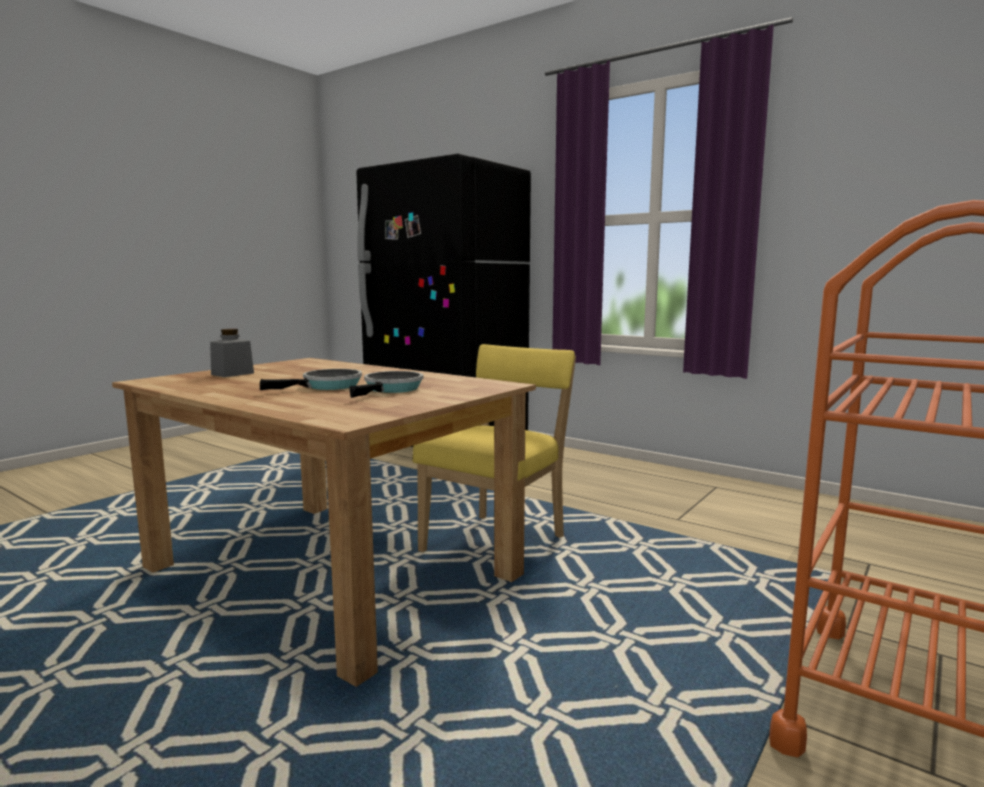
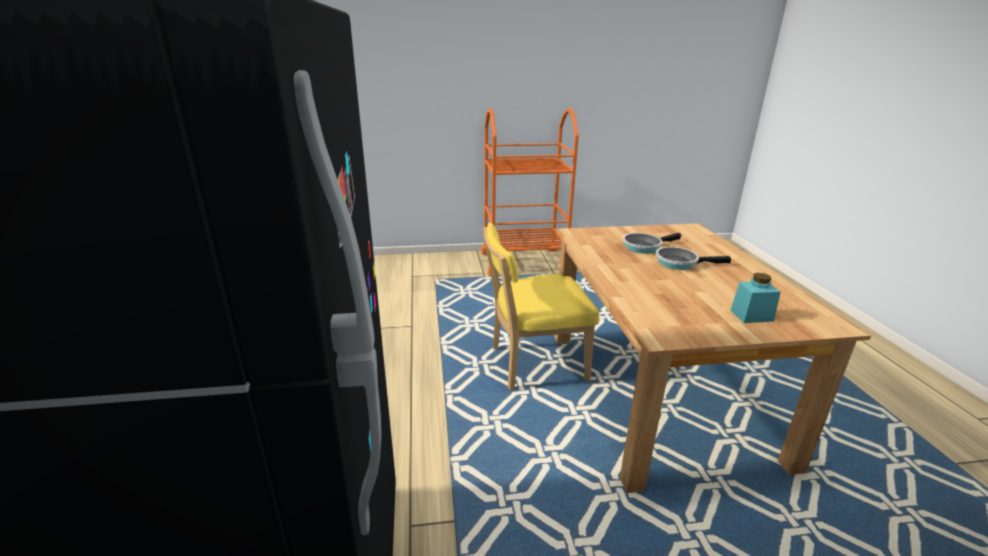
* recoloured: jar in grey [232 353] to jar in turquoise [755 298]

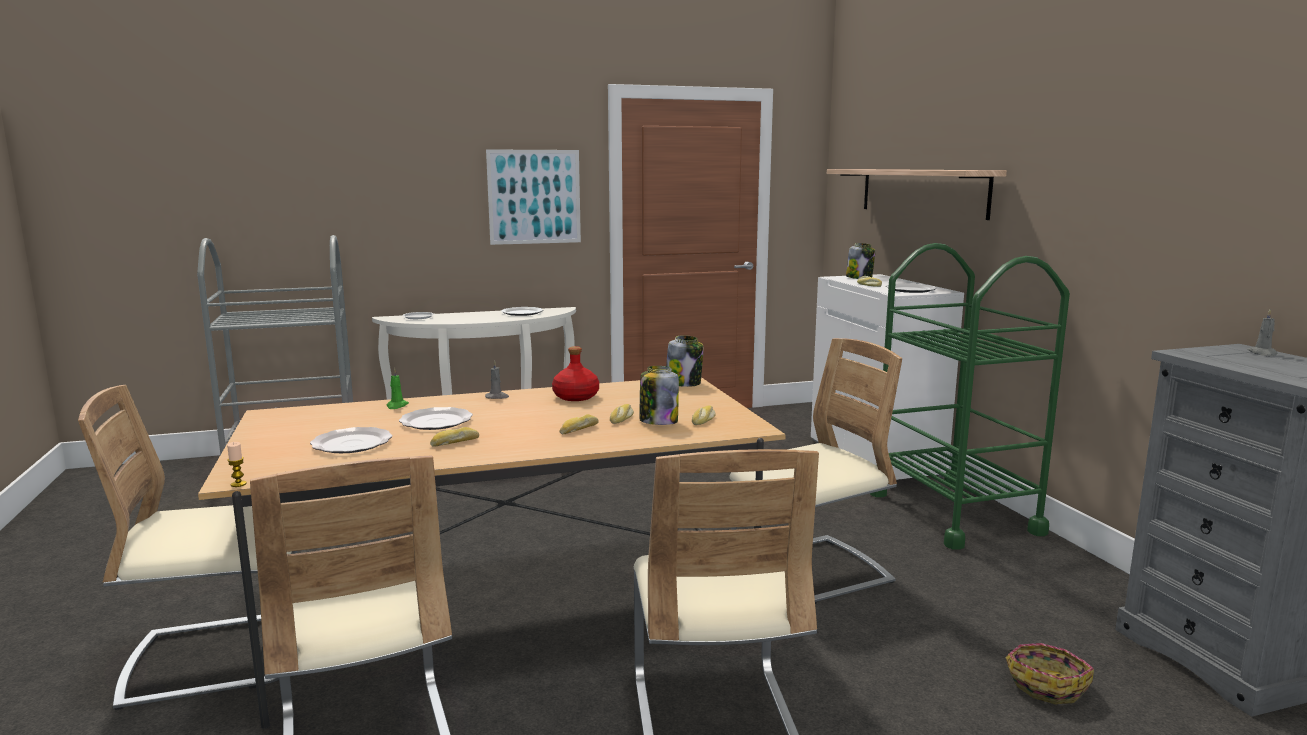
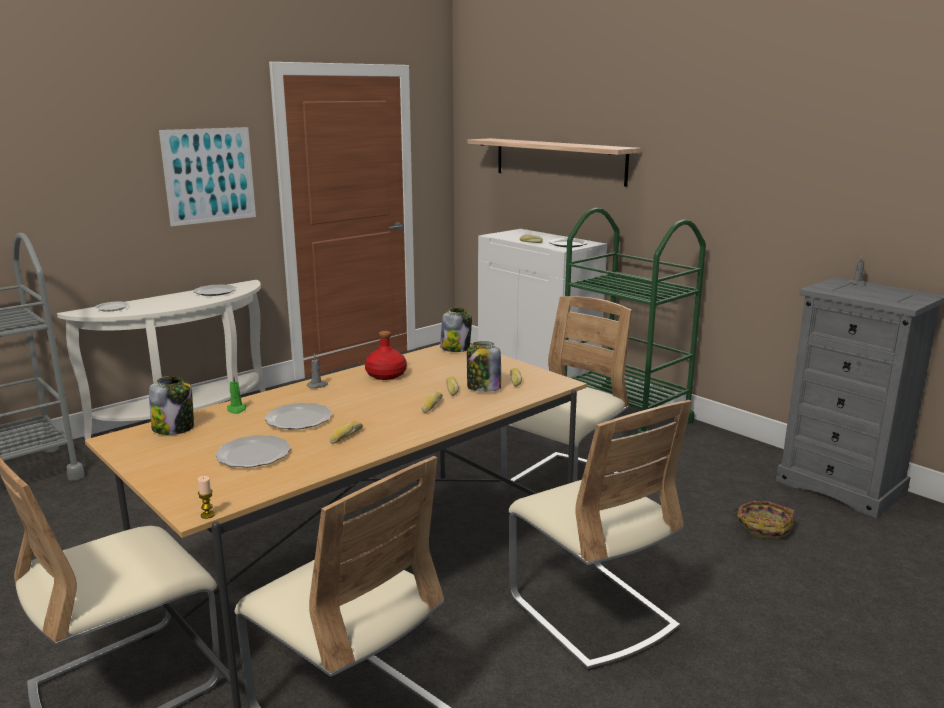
* moved: jar [860 261] to [171 405]

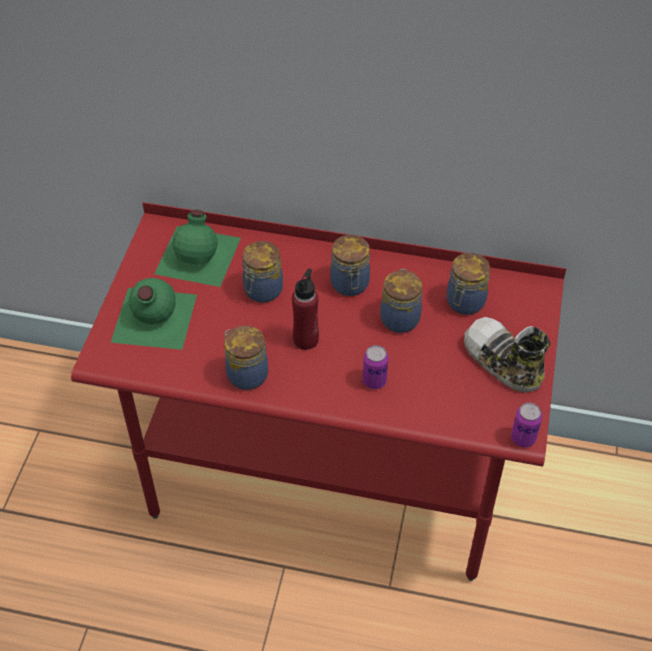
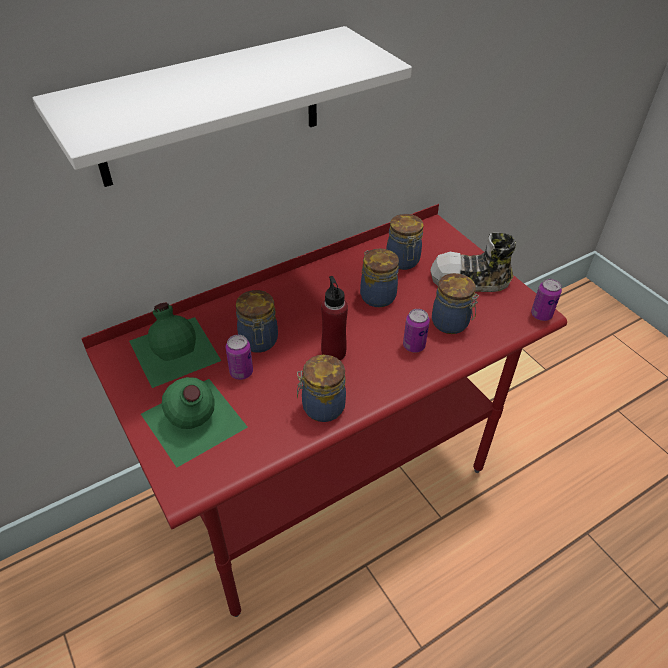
* added: shelf in white [222 106]
* added: can [239 357]
* moved: jar [350 265] to [455 303]

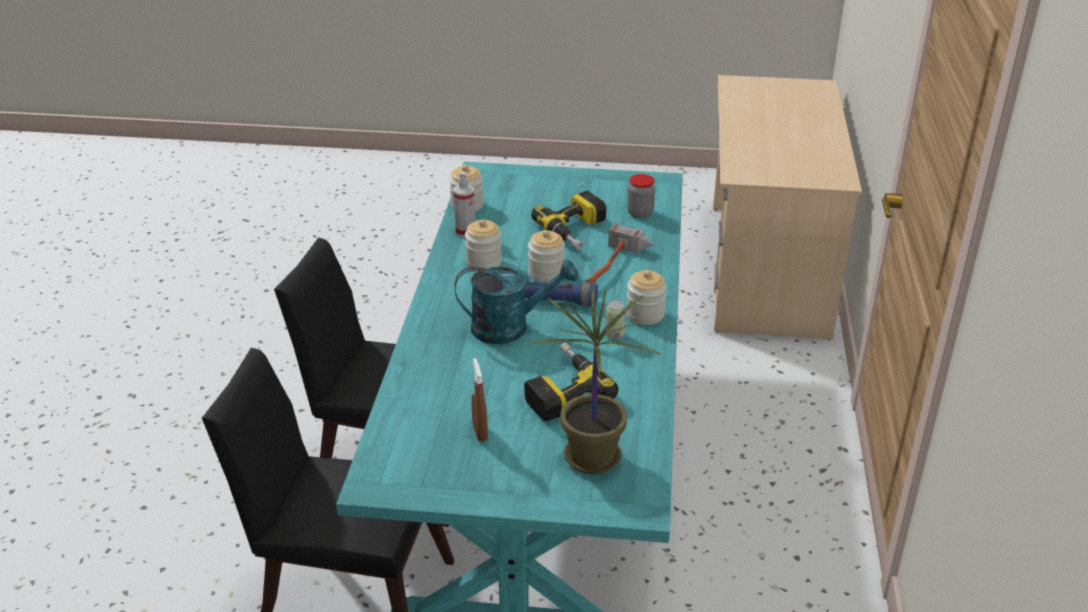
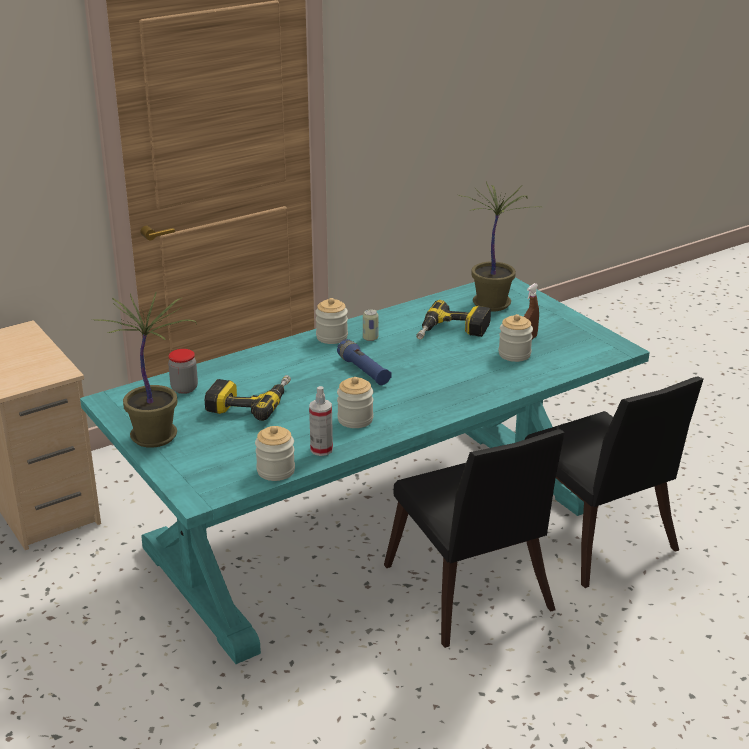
* removed: watering can in turquoise [516 301]
* removed: hammer [619 253]
* added: potted plant [144 370]
* moved: jar [546 256] to [515 338]

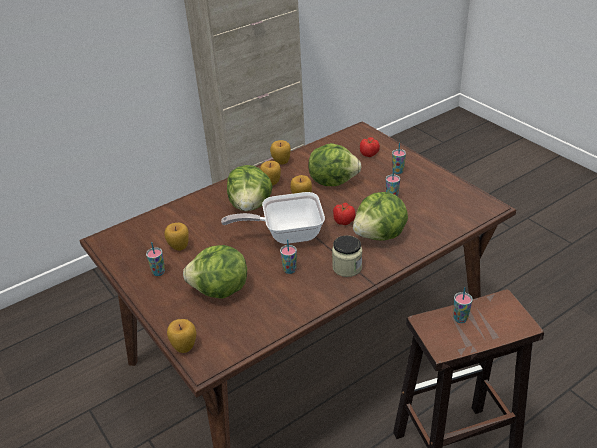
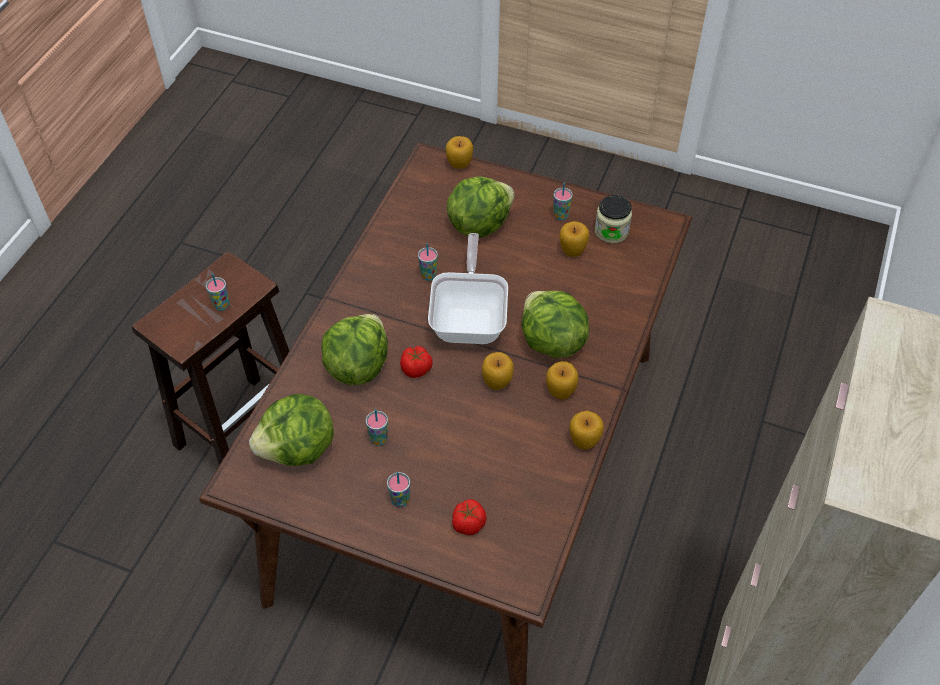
* moved: lettuce [335 164] to [291 430]
* moved: jar [347 256] to [613 219]
* turned: frying pan [273 218] = [468 288] 45 degrees counterclockwise

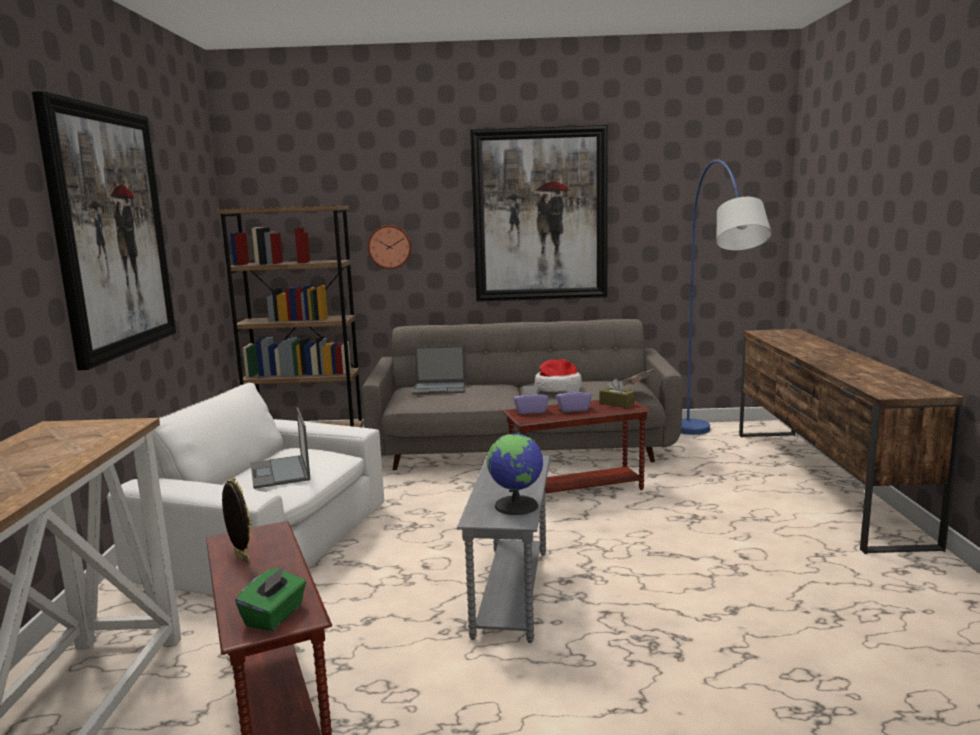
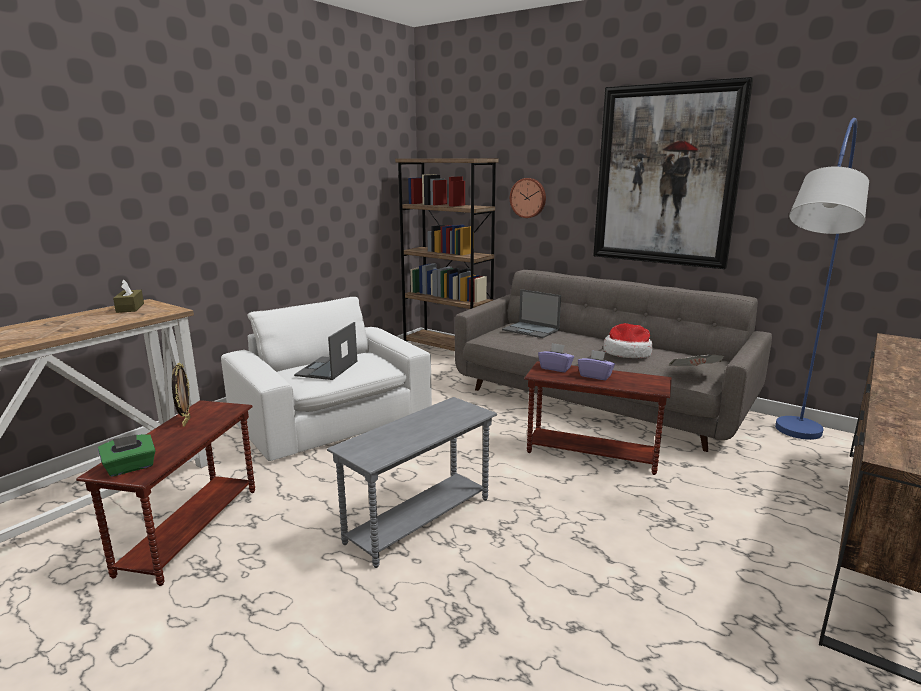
* removed: picture [104 230]
* removed: globe [515 473]
* moved: tissue box in brown [617 393] to [128 296]

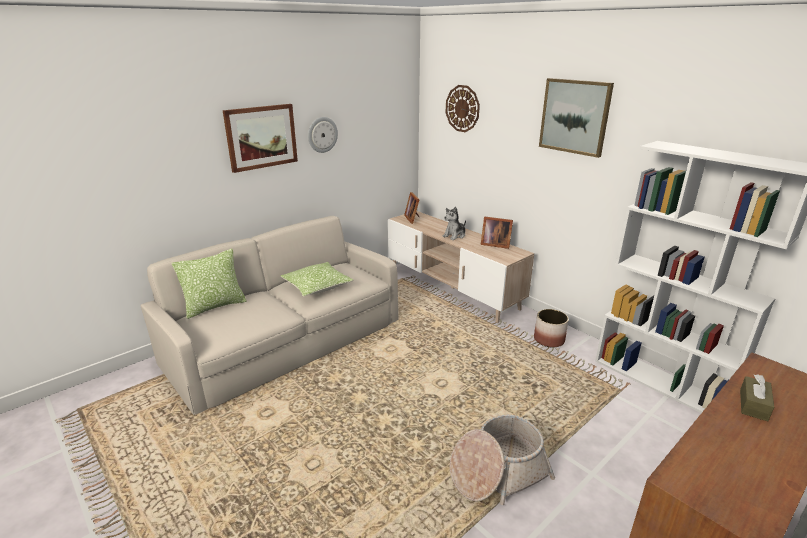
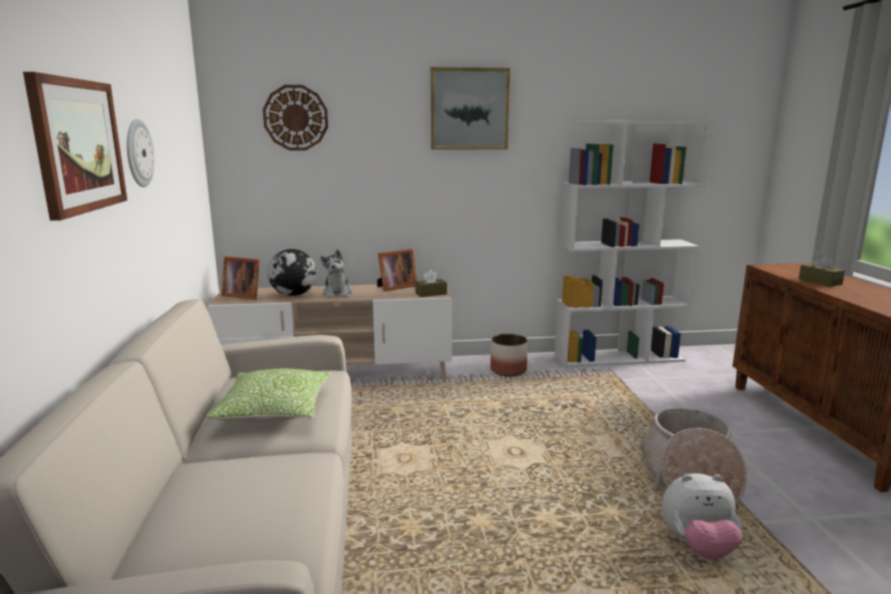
* removed: pillow [209 284]
* added: globe [292 272]
* added: tissue box in brown [431 283]
* added: plush toy [701 516]

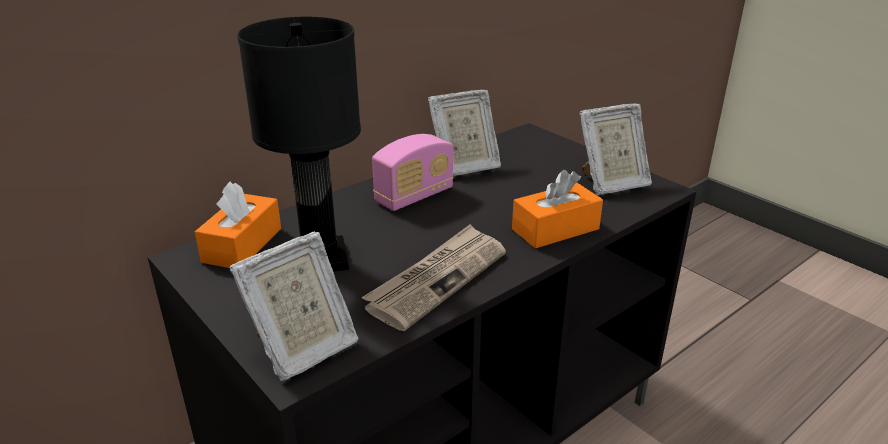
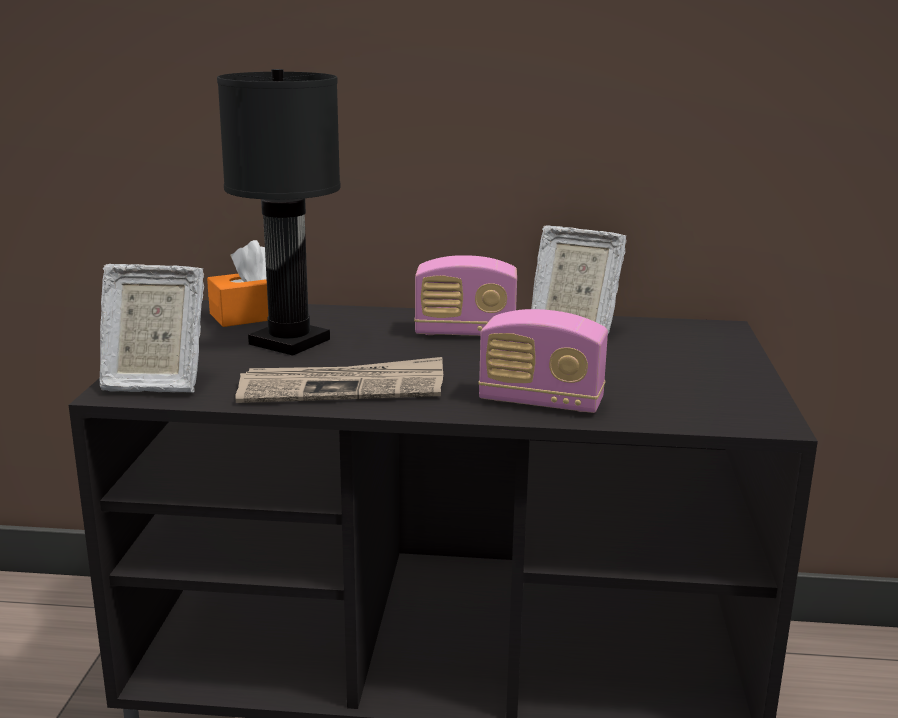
* removed: picture frame [615 149]
* replaced: tissue box in orange [557 209] to radio [543 361]

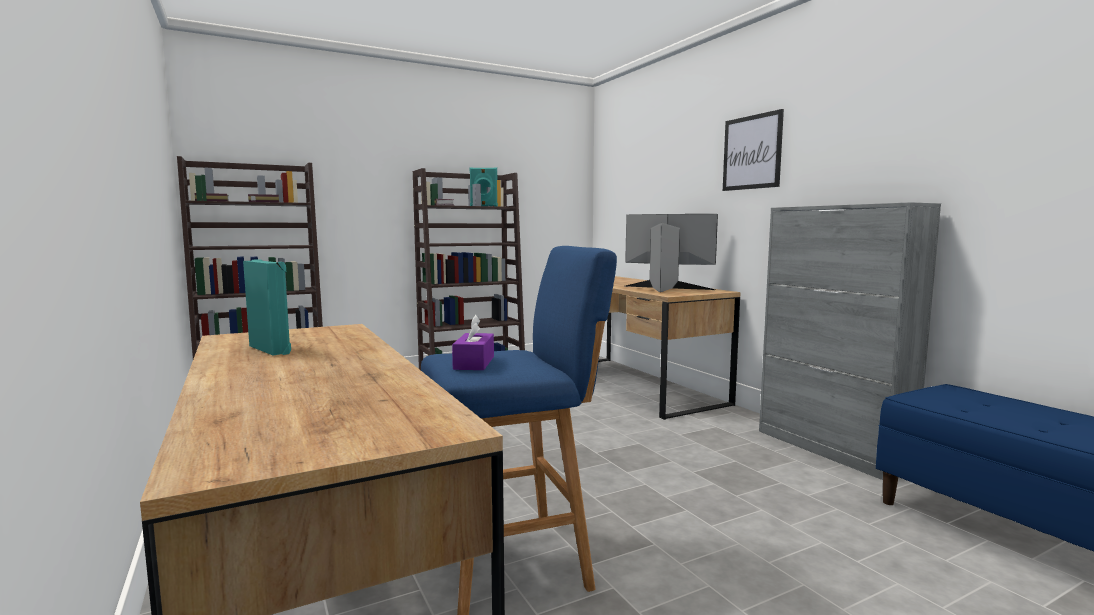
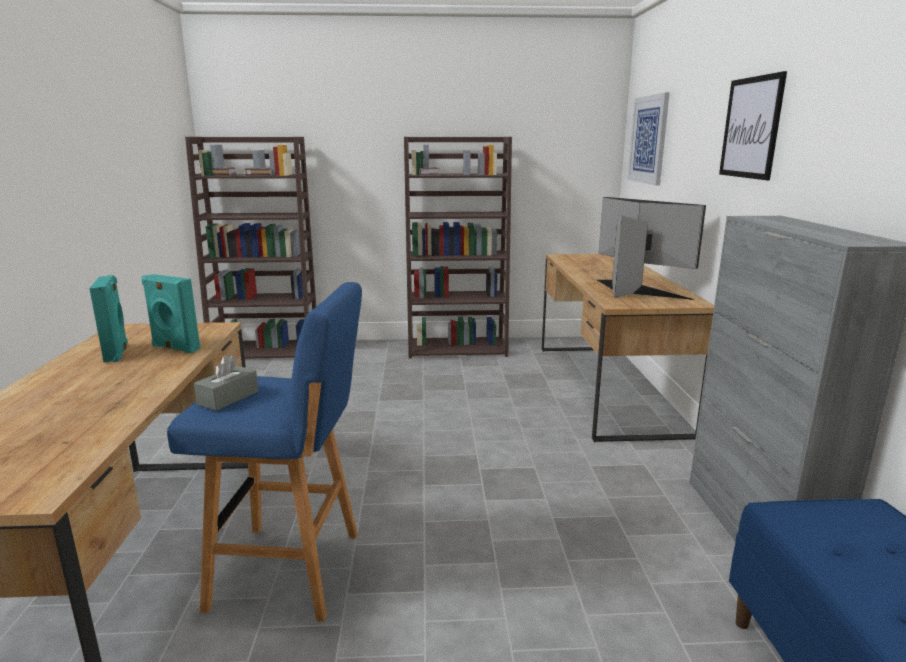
* added: picture [648 139]
* moved: speaker in turquoise [483 186] to [171 313]
* recoloured: tissue box in purple [473 342] to tissue box in grey [226 383]

